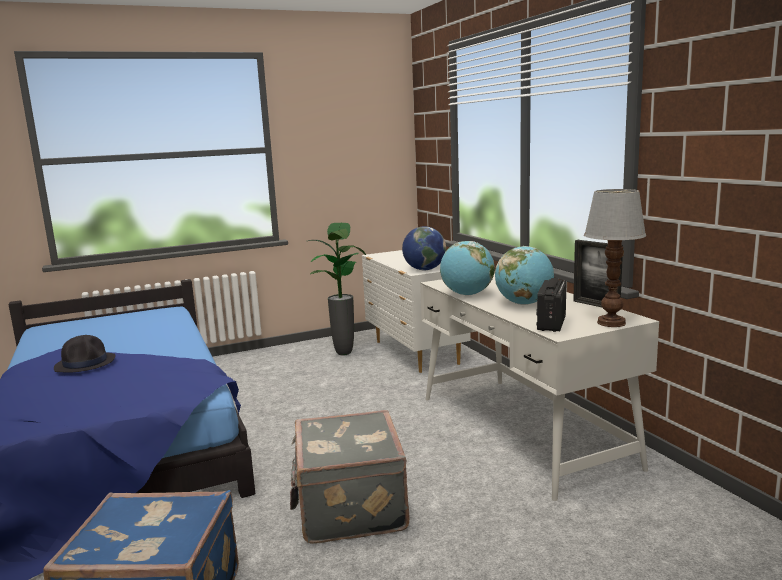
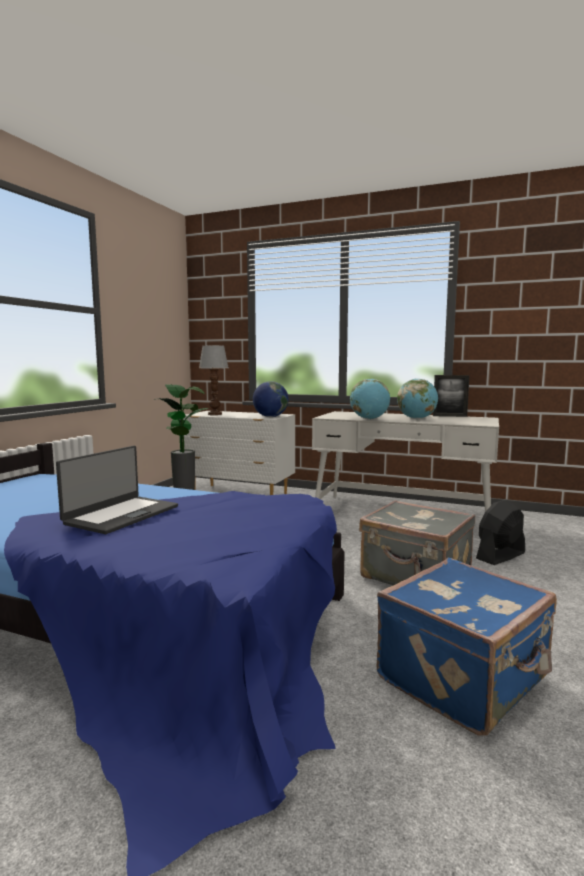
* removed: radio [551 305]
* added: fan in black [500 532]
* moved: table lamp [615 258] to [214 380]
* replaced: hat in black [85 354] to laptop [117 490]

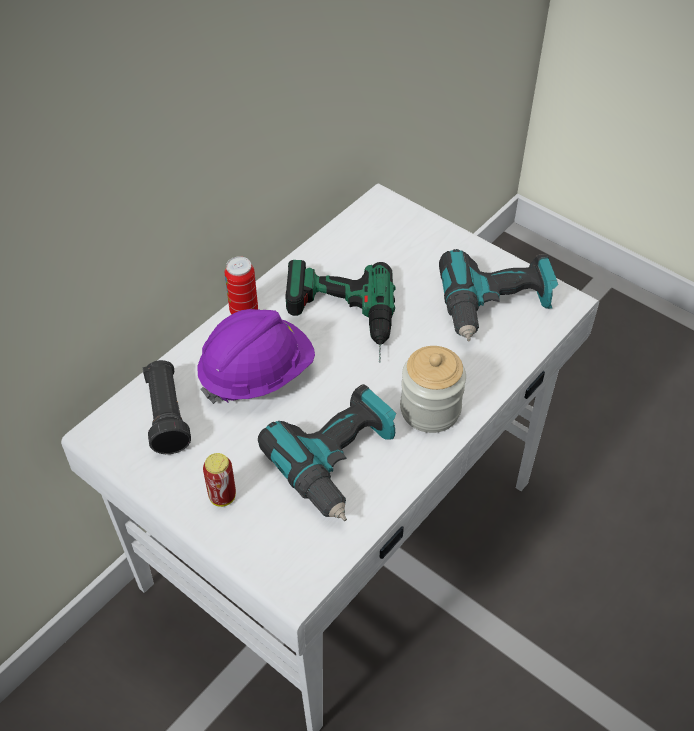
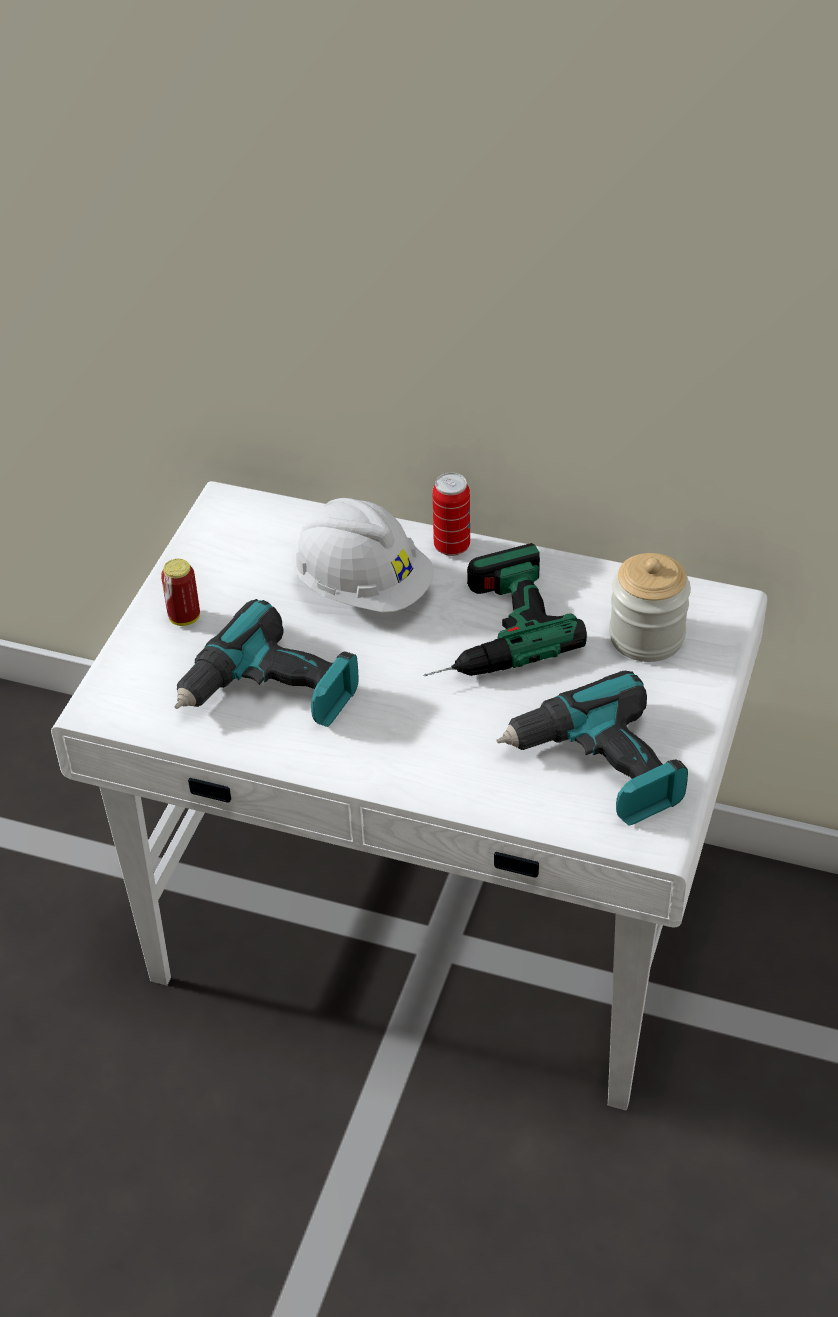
* removed: flashlight in black [167 407]
* moved: jar [433 389] to [650 607]
* recoloured: hard hat in purple [256 356] to hard hat in white [363 555]

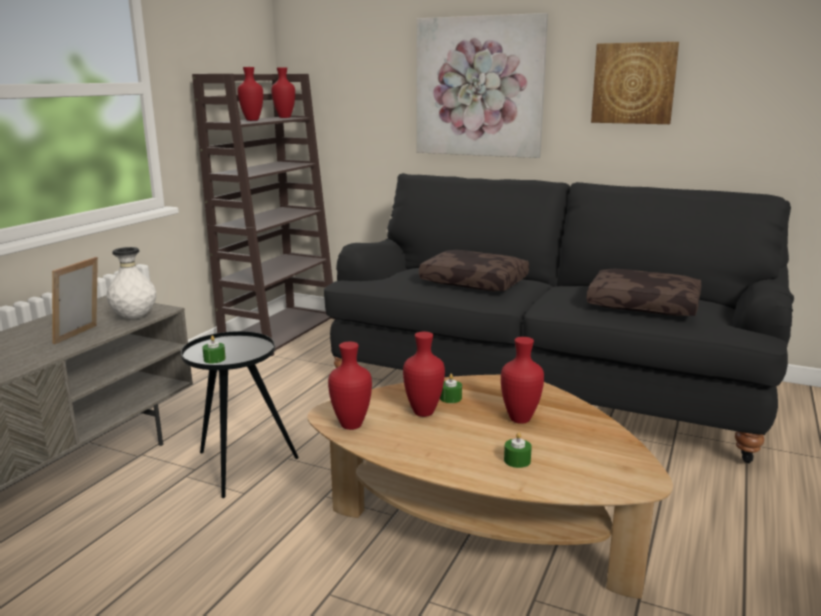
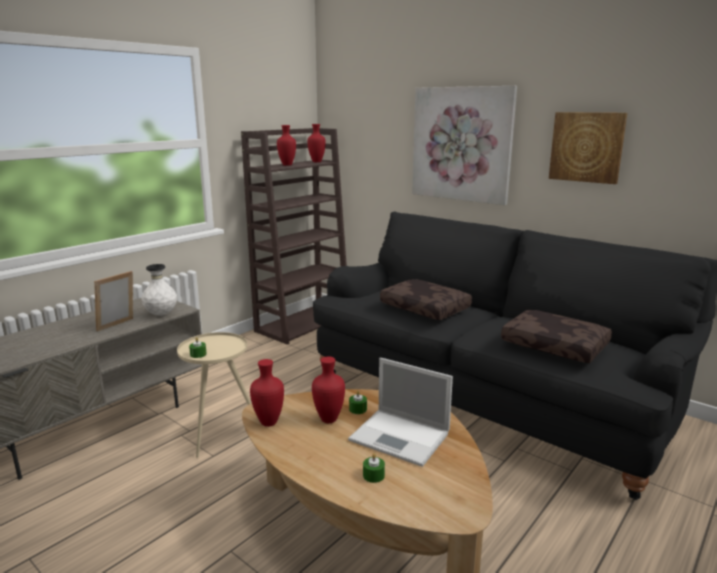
* replaced: vase in red [522 380] to laptop [400 412]
* recoloured: side table in black [240 414] to side table in beige [214 394]

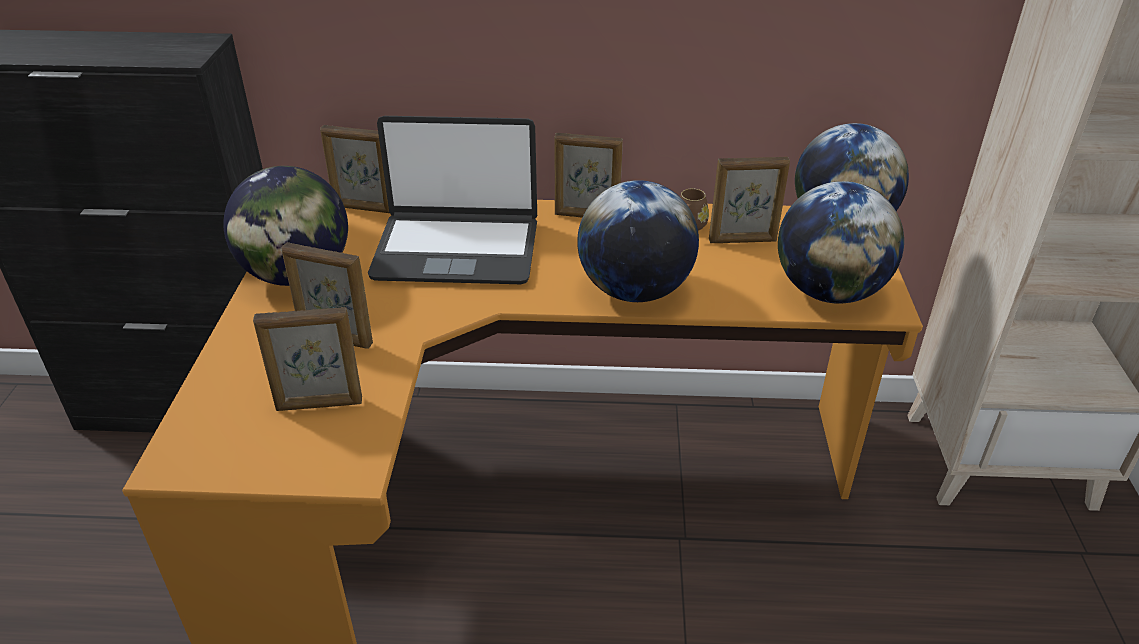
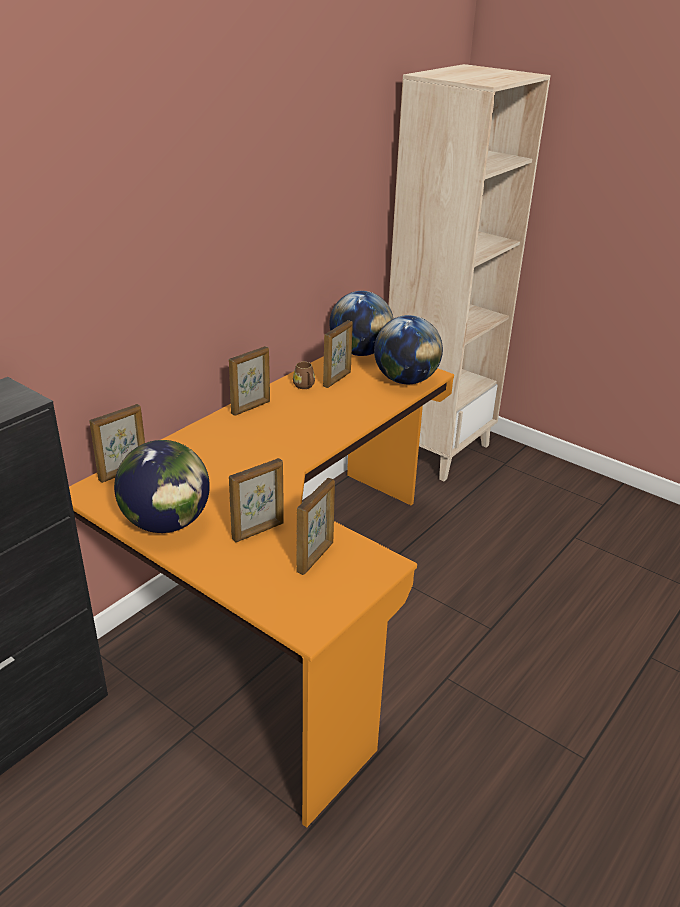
* removed: laptop [452 200]
* removed: globe [638 241]

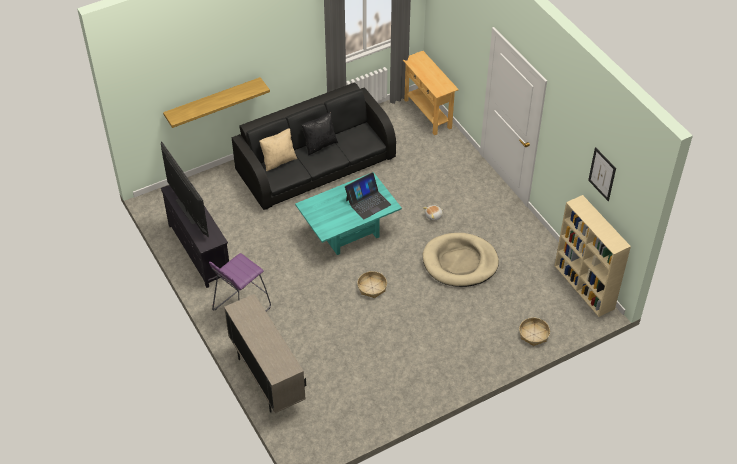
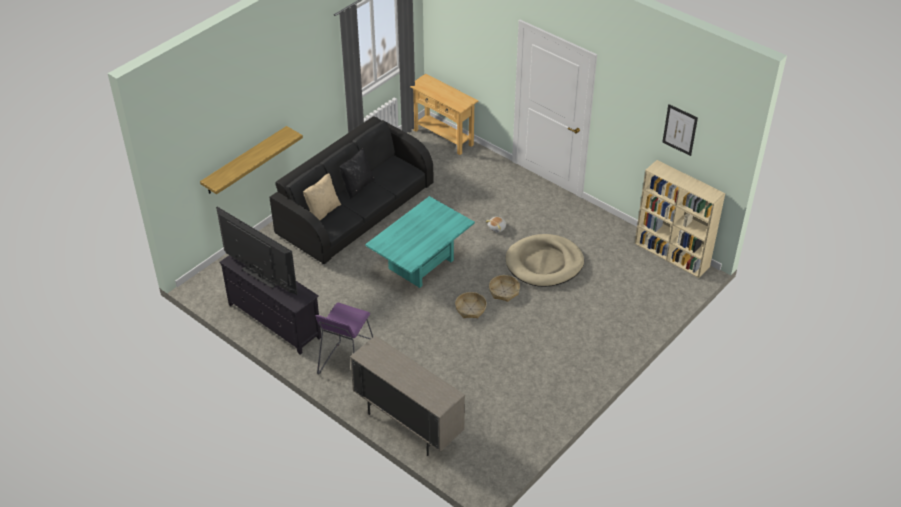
* removed: laptop [368 195]
* moved: basket [534 332] to [504 288]

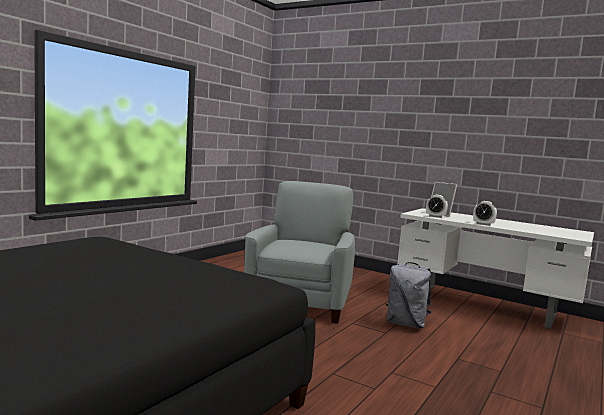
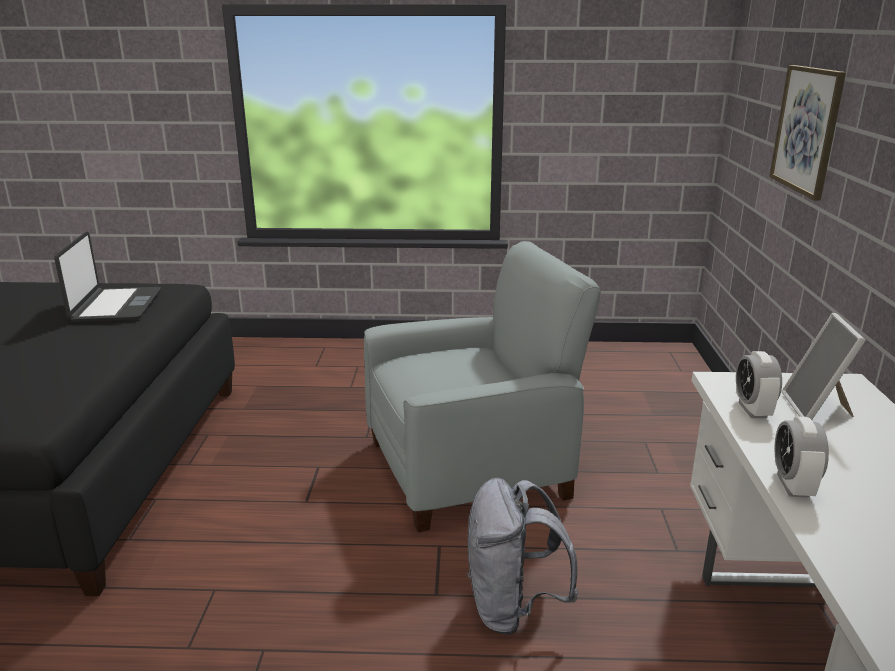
* added: laptop [107 276]
* added: picture [807 132]

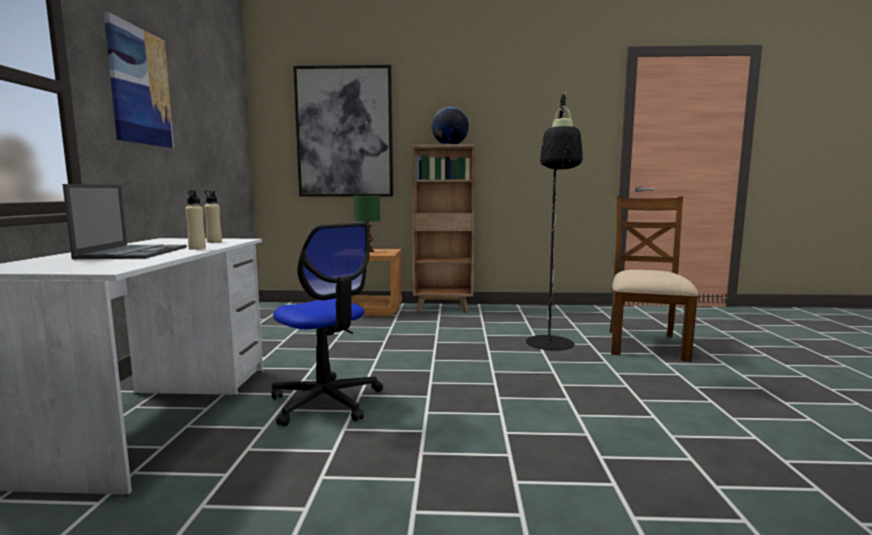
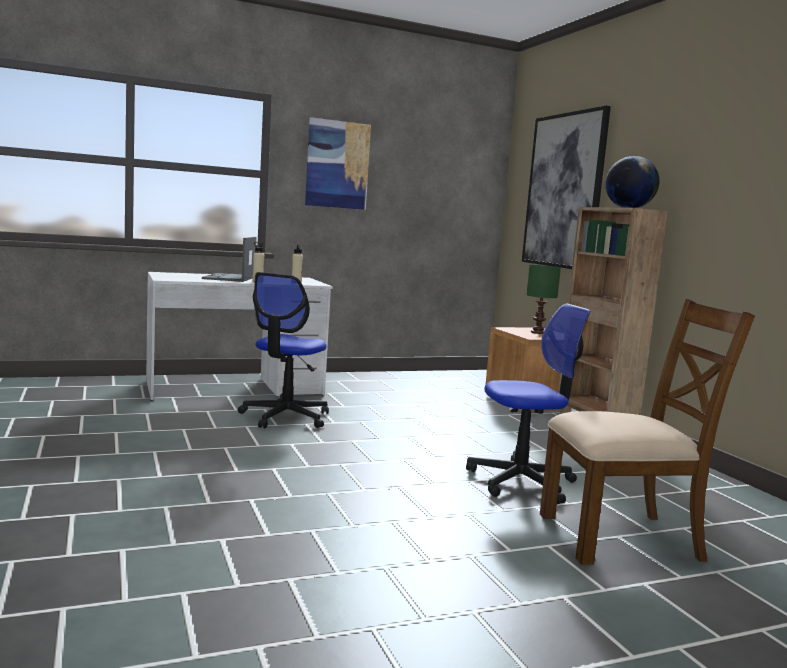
* replaced: floor lamp in black [554 221] to office chair [528 404]
* turned: laptop [125 221] = [229 259] 120 degrees clockwise

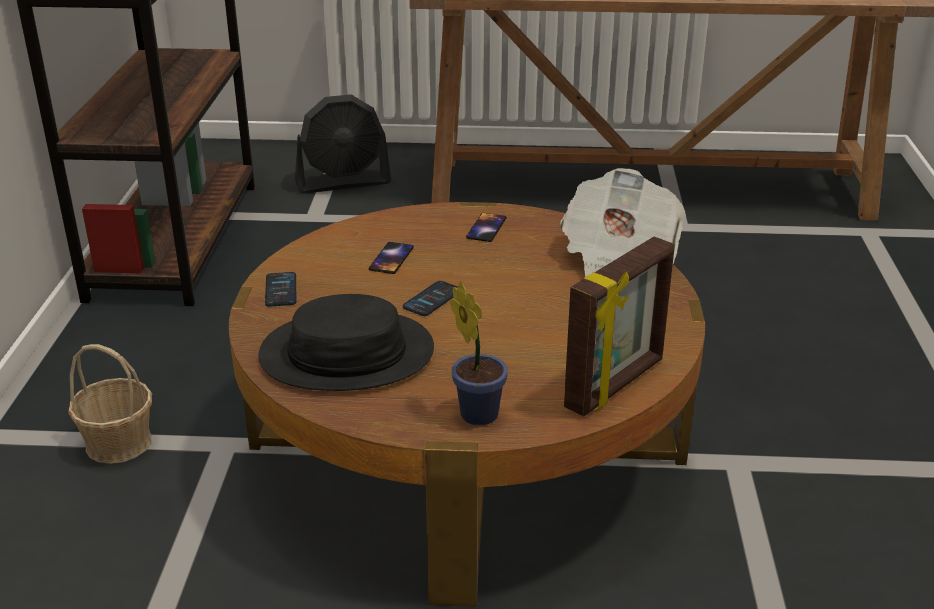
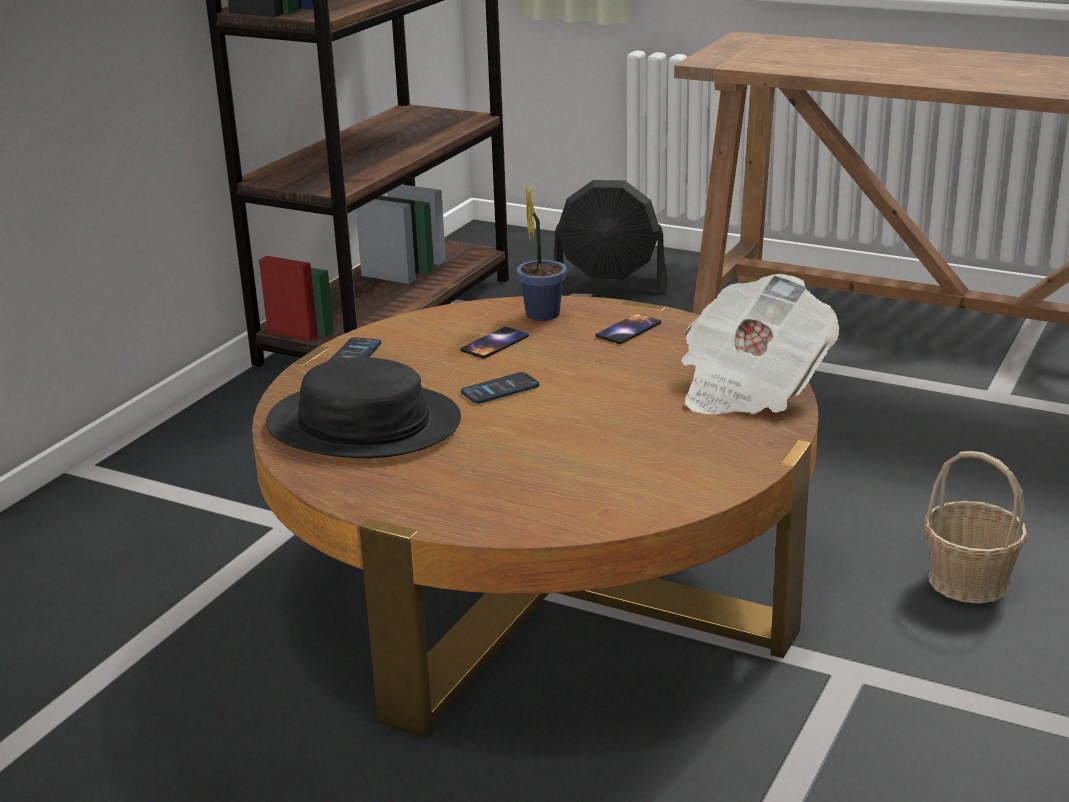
* removed: picture frame [619 327]
* moved: basket [110 404] to [975 527]
* moved: potted plant [479 353] to [541 252]

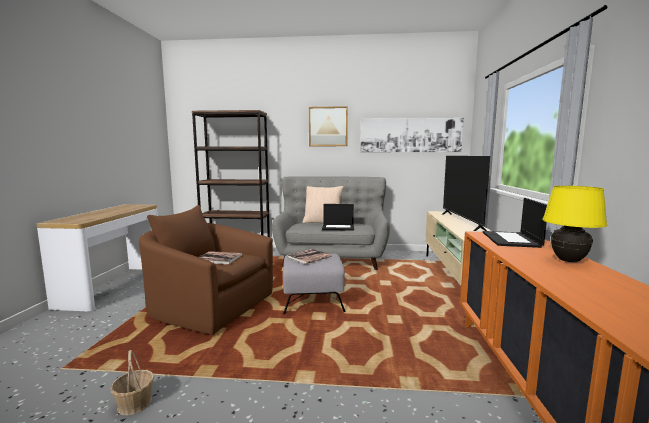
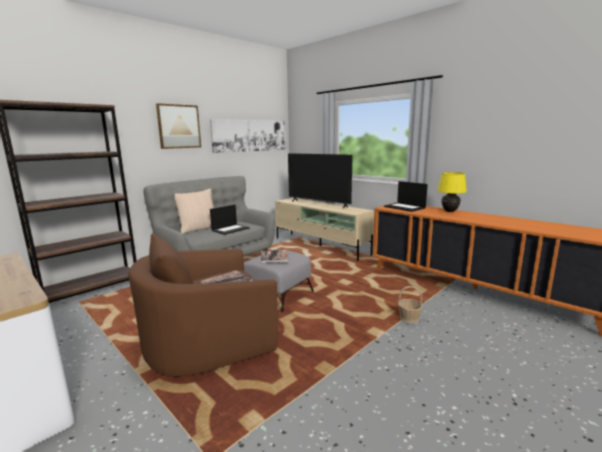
* moved: basket [132 382] to [410 304]

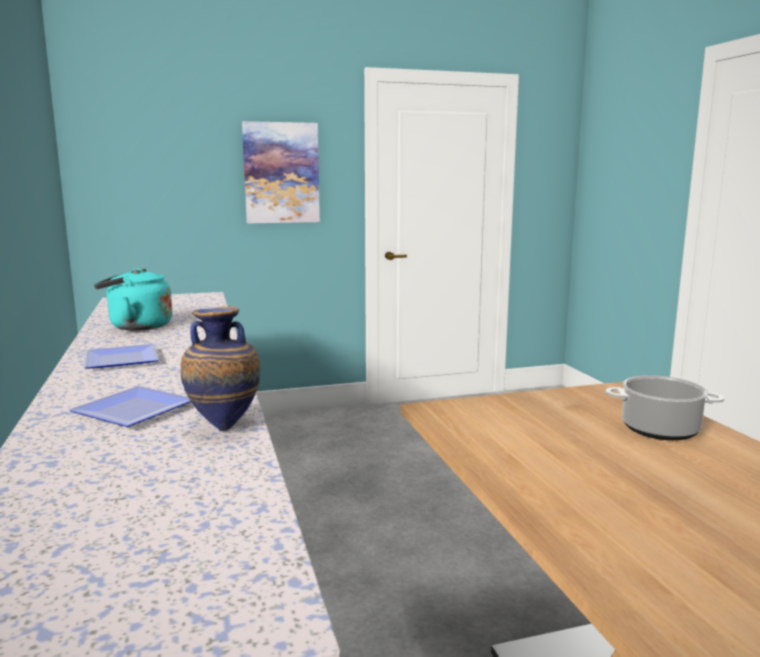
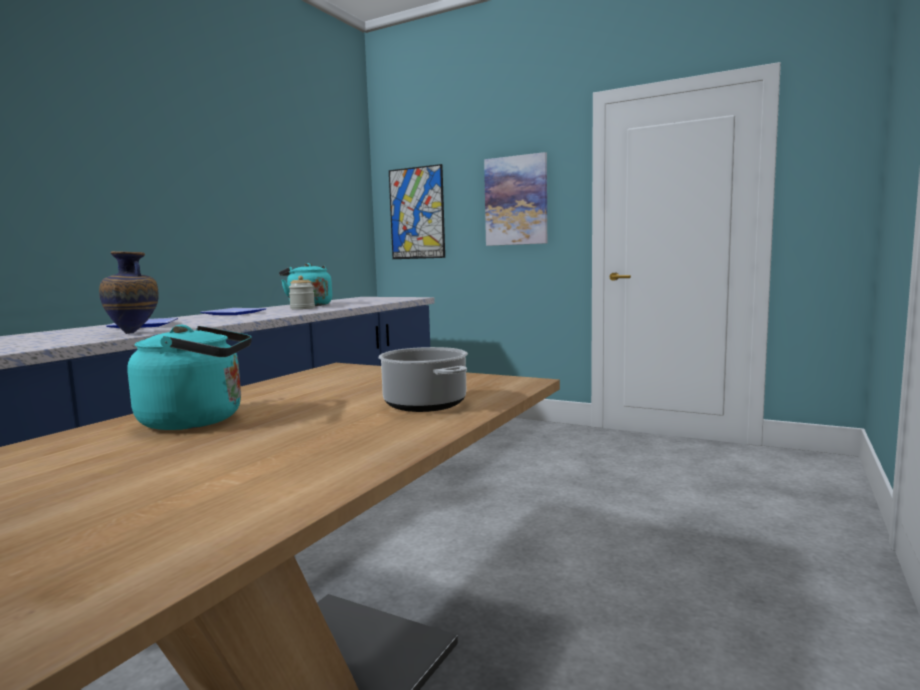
* added: kettle in turquoise [190 377]
* added: jar [302 293]
* added: picture [417 211]

